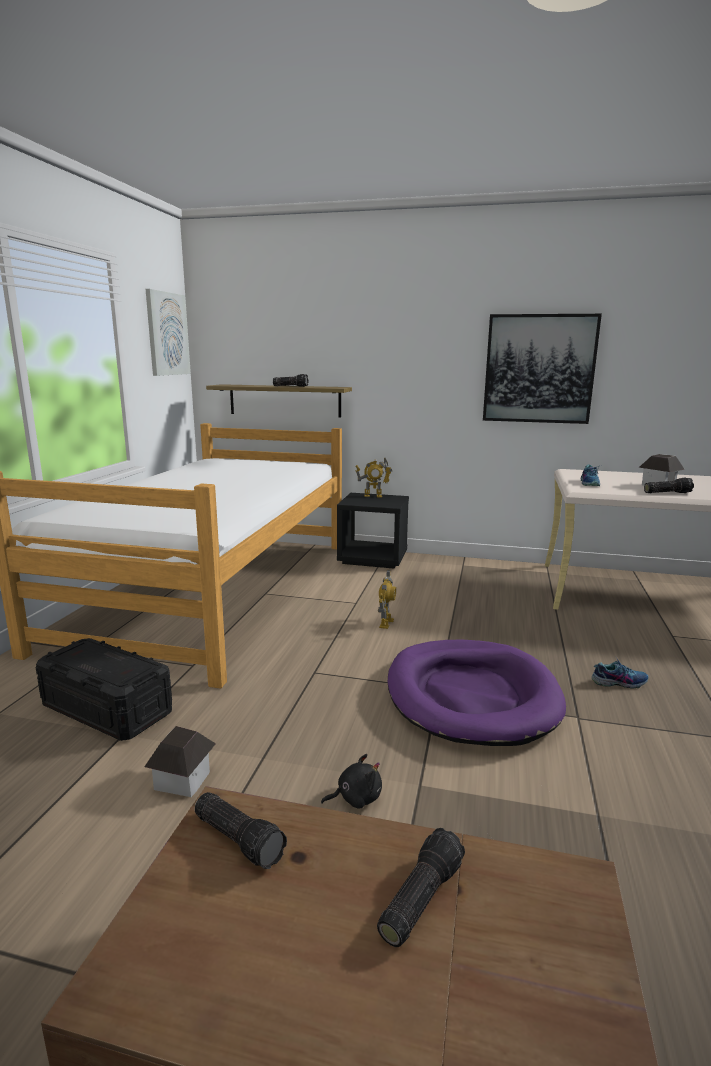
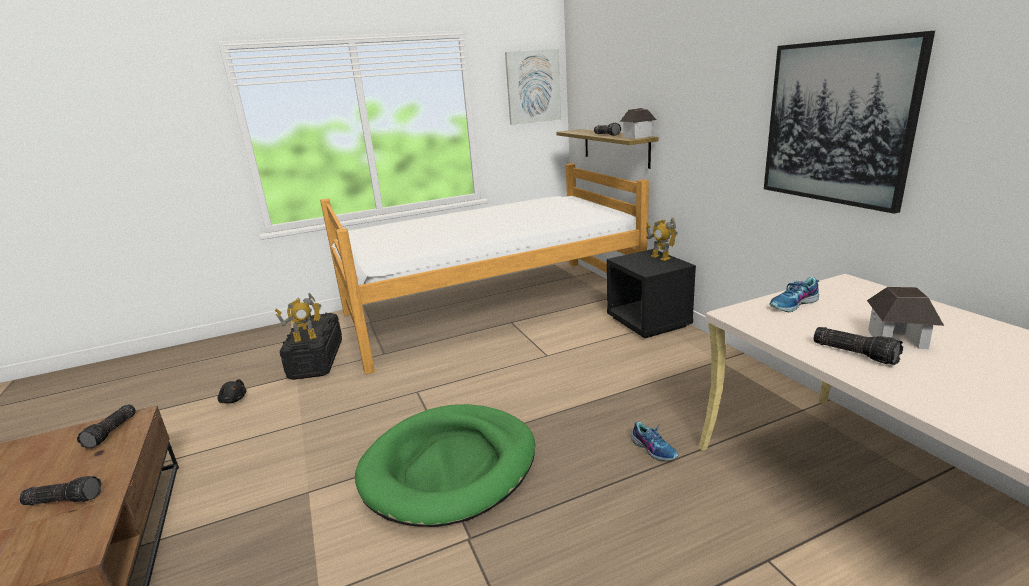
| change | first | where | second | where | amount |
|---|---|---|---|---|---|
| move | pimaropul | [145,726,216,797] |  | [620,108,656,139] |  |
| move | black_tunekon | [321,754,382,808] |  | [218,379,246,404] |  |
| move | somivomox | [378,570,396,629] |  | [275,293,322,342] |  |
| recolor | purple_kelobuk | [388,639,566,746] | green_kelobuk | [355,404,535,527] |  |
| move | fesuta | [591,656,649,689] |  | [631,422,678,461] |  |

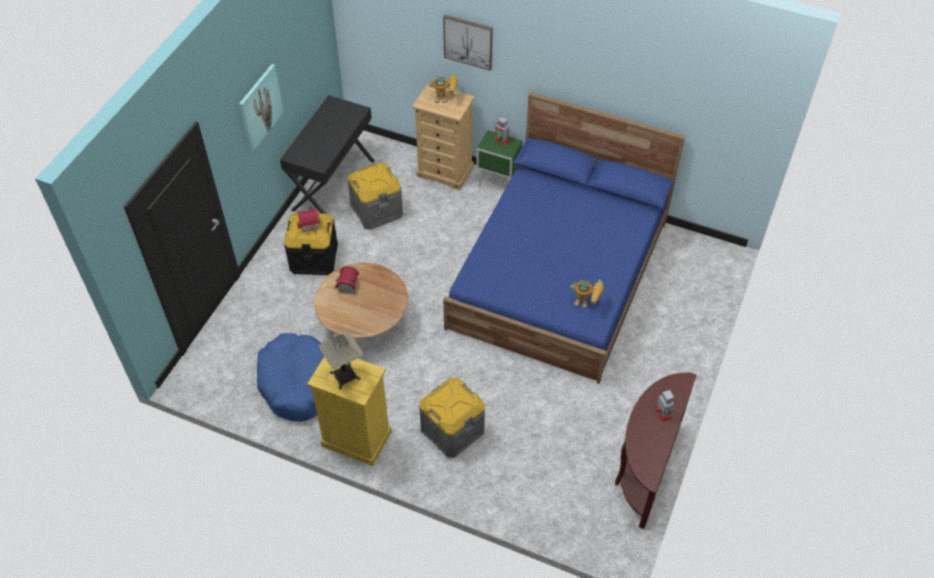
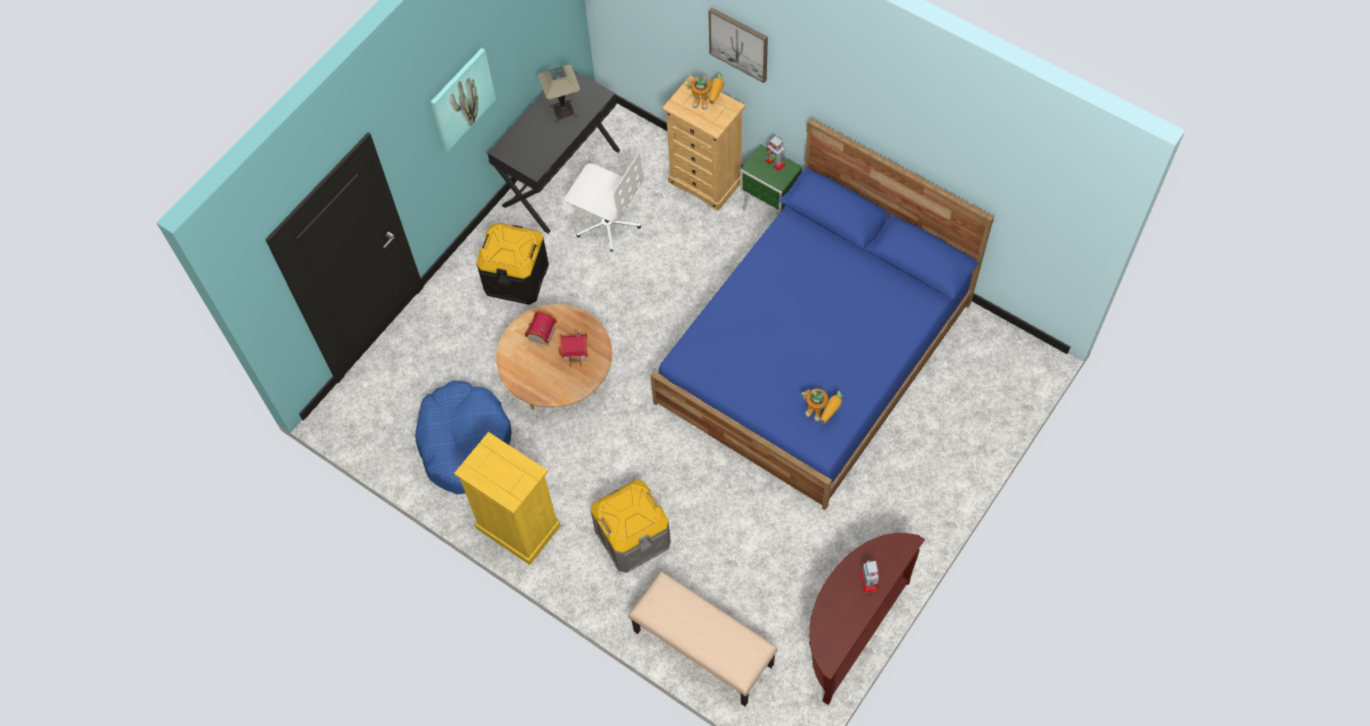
| change | first | where | second | where | amount |
|---|---|---|---|---|---|
| move | pimaropul | [297,206,320,235] |  | [559,332,588,367] |  |
| move | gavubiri | [318,331,363,389] |  | [538,65,580,124] |  |
| replace | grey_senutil | [347,163,403,230] | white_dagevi | [565,154,644,252] |  |
| insert |  |  | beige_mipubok | [628,571,778,706] |  |

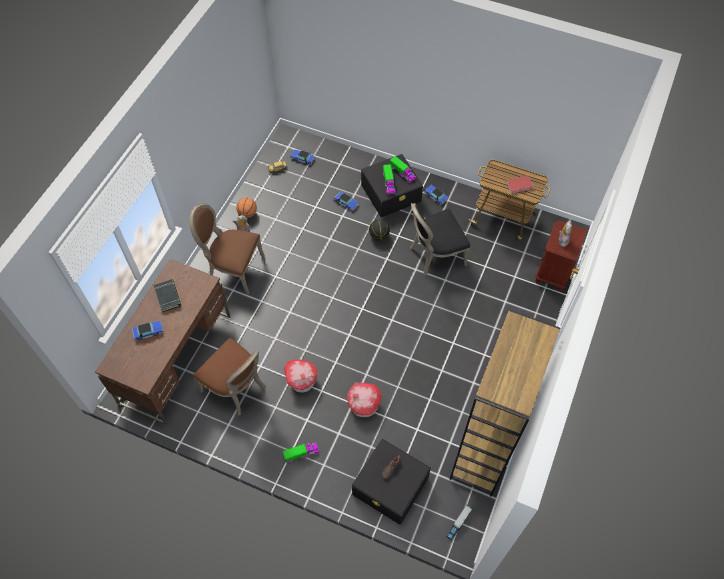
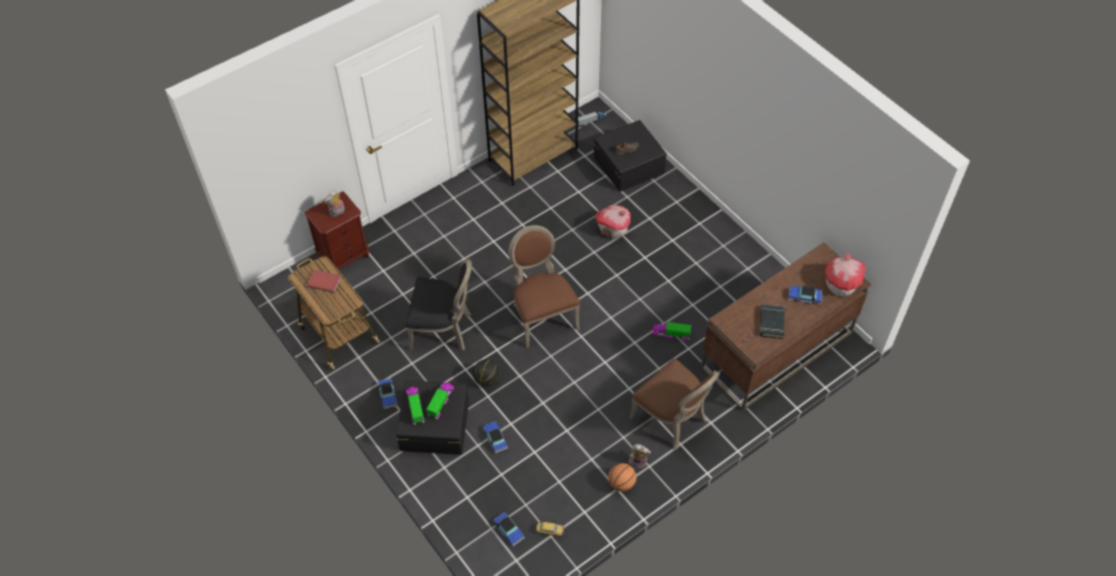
| change | first | where | second | where | amount |
|---|---|---|---|---|---|
| move | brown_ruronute | [193,338,266,416] |  | [508,225,580,348] |  |
| move | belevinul | [282,442,319,463] |  | [653,322,692,340] |  |
| move | pimaropul | [284,360,317,393] |  | [825,253,866,296] |  |

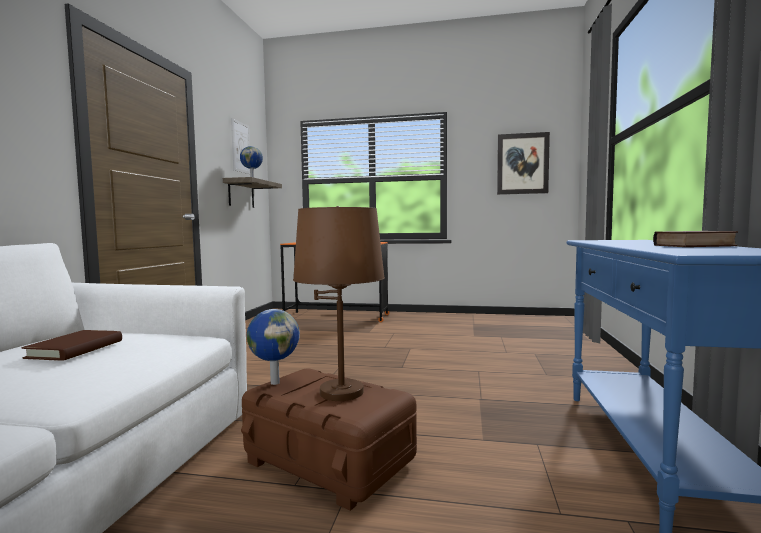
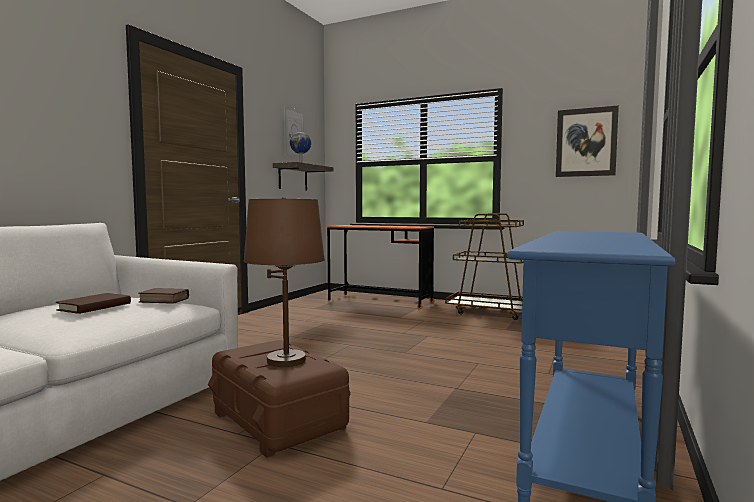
| change | first | where | second | where | amount |
|---|---|---|---|---|---|
| delete | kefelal | [247,309,300,385] |  |  |  |
| move | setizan | [653,231,738,247] |  | [138,288,189,304] |  |
| insert |  |  | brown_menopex | [445,213,524,320] |  |

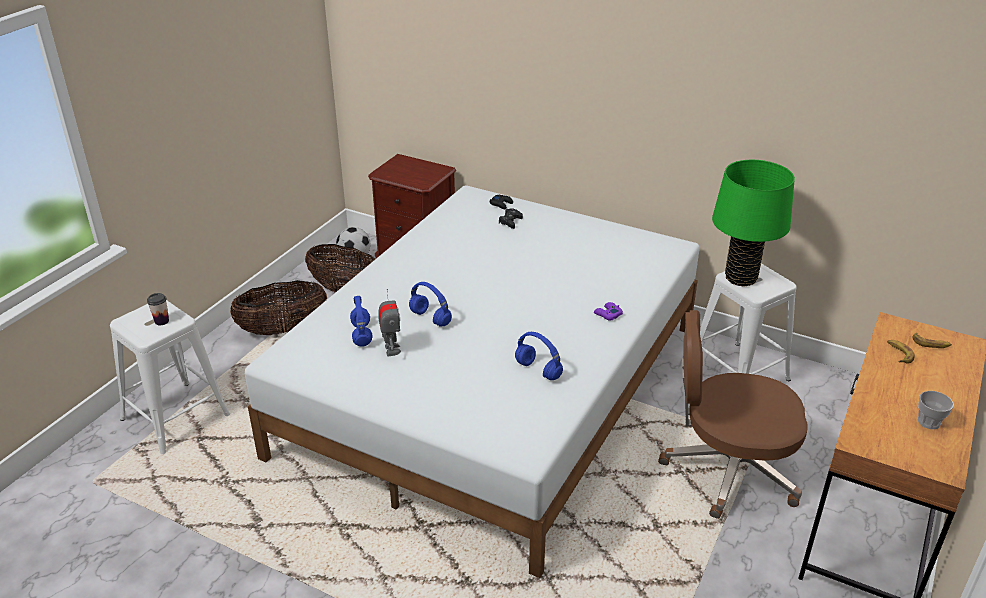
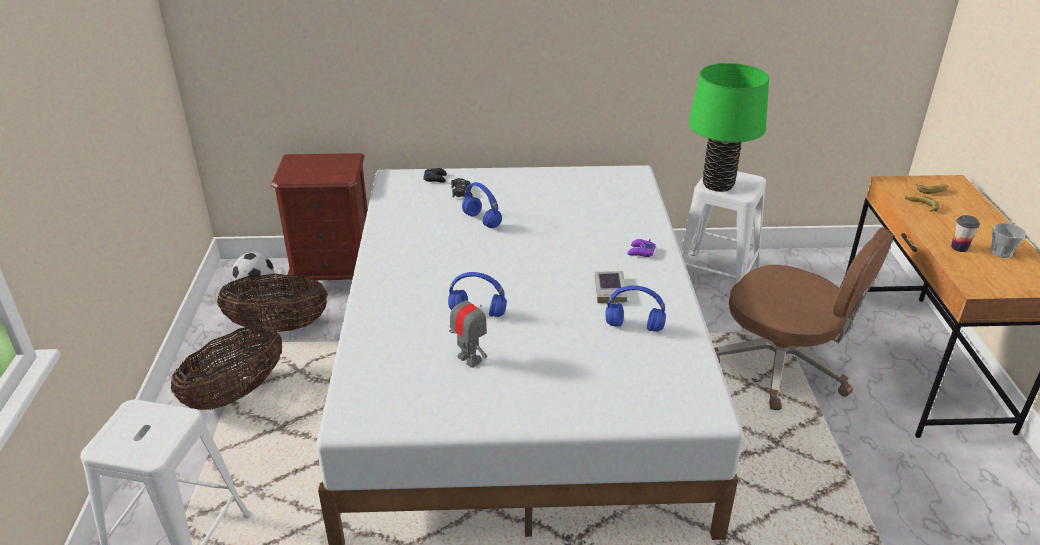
| change | first | where | second | where | amount |
|---|---|---|---|---|---|
| move | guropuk | [147,293,169,325] |  | [951,215,980,252] |  |
| move | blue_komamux | [350,296,373,347] |  | [462,182,502,228] |  |
| rotate | brown_dagevi | [658,310,808,519] |  | [714,227,893,410] | 120 degrees counterclockwise |
| insert |  |  | setizan | [595,271,627,303] |  |

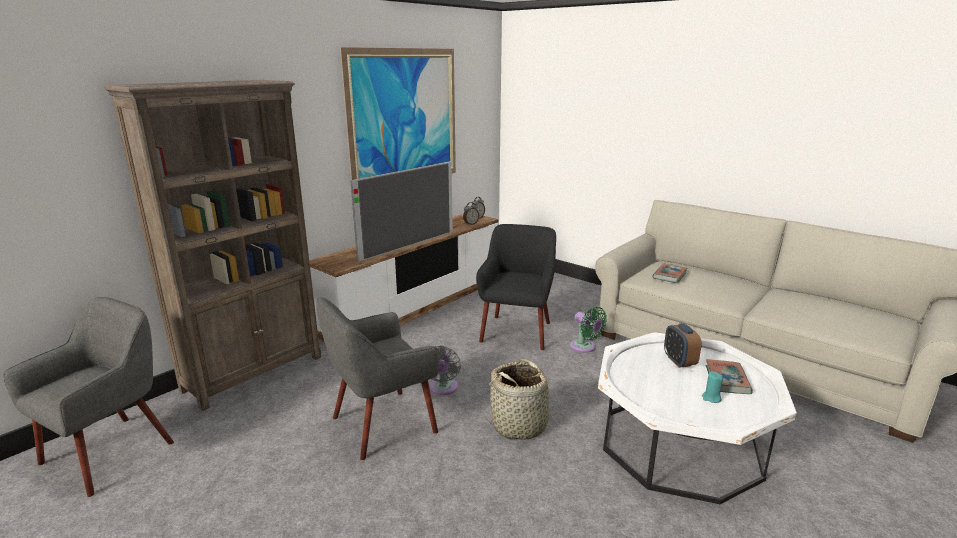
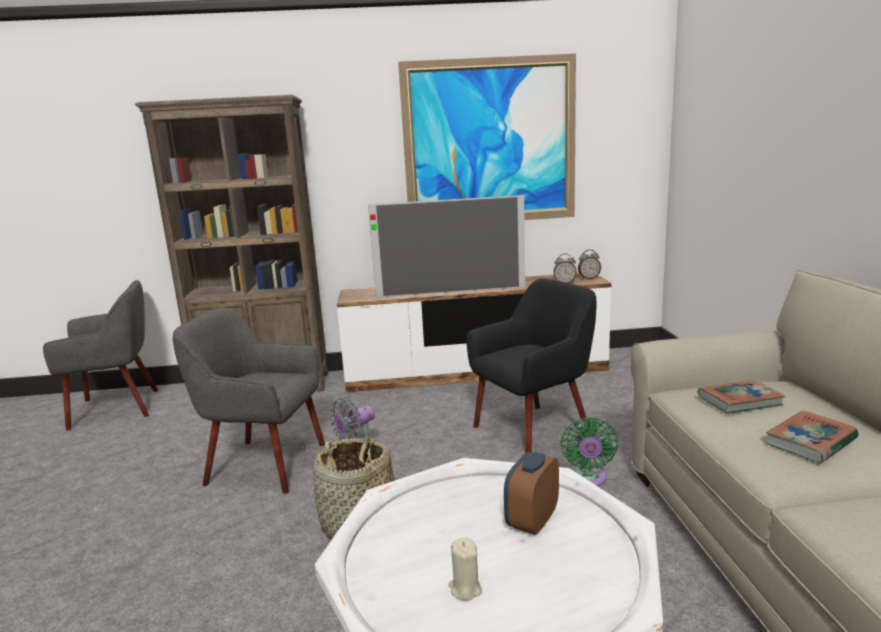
| change | first | where | second | where | amount |
|---|---|---|---|---|---|
| recolor | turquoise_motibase | [702,371,723,403] | beige_motibase | [448,537,482,601] |  |
| move | setizan | [706,359,753,394] |  | [766,411,859,463] |  |

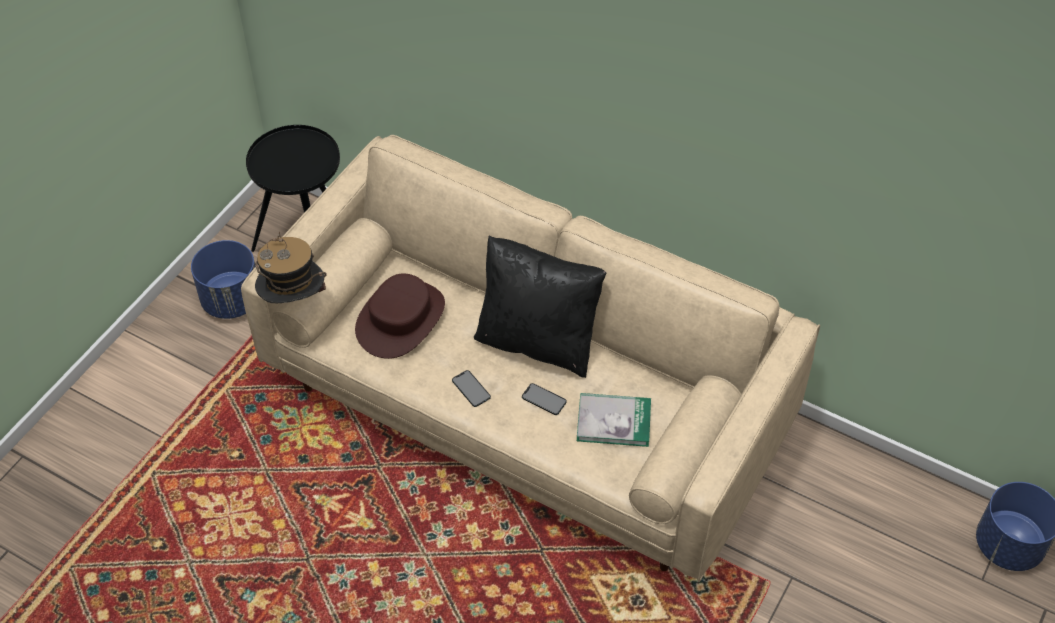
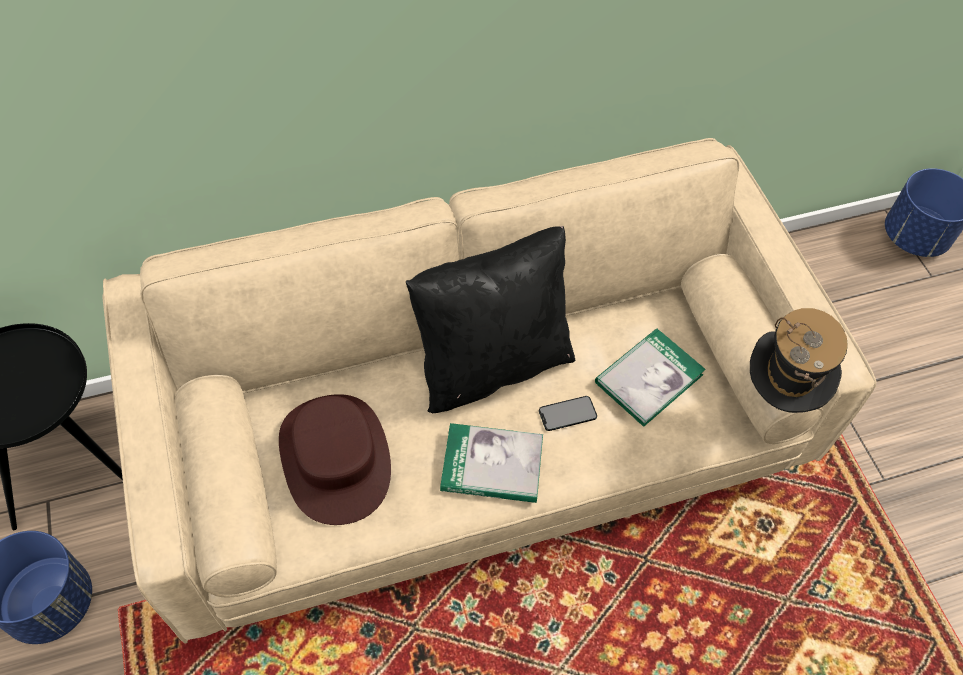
| change | first | where | second | where | amount |
|---|---|---|---|---|---|
| move | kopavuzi | [255,231,327,303] |  | [750,308,847,413] |  |
| replace | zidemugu | [452,370,491,407] | setizan | [440,423,543,503] |  |

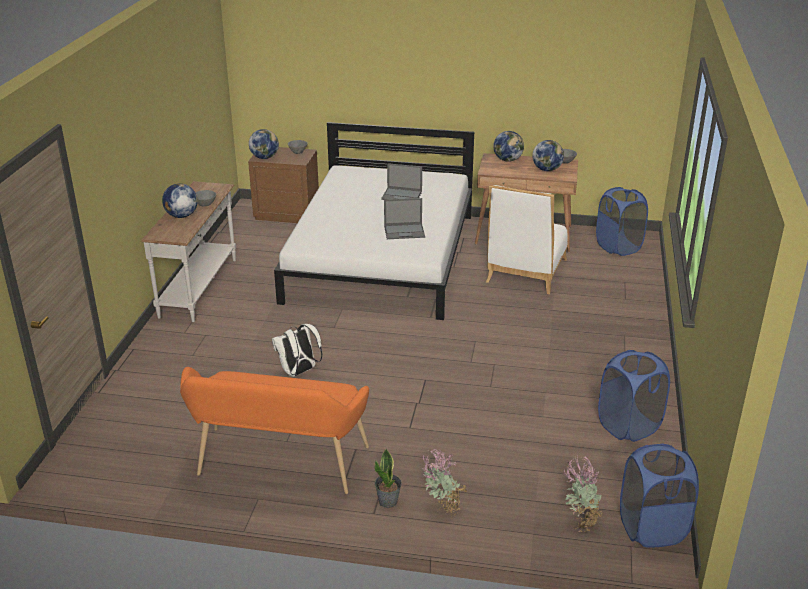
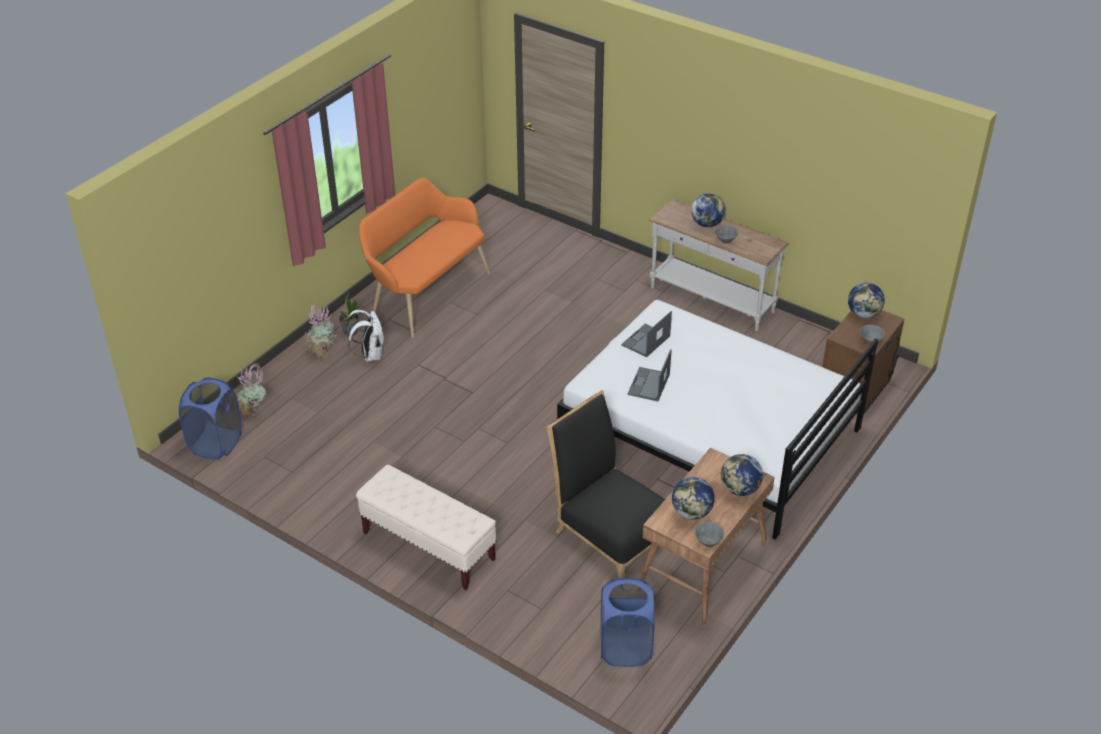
| change | first | where | second | where | amount |
|---|---|---|---|---|---|
| move | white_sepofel | [272,324,323,377] |  | [345,310,384,362] |  |
| move | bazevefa | [381,163,422,200] |  | [621,311,672,357] |  |
| recolor | white_ruronute | [486,185,568,294] | black_ruronute | [547,390,665,578] |  |
| delete | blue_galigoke | [598,350,670,442] |  |  |  |
| insert |  |  | beige_mipubok | [356,465,496,590] |  |

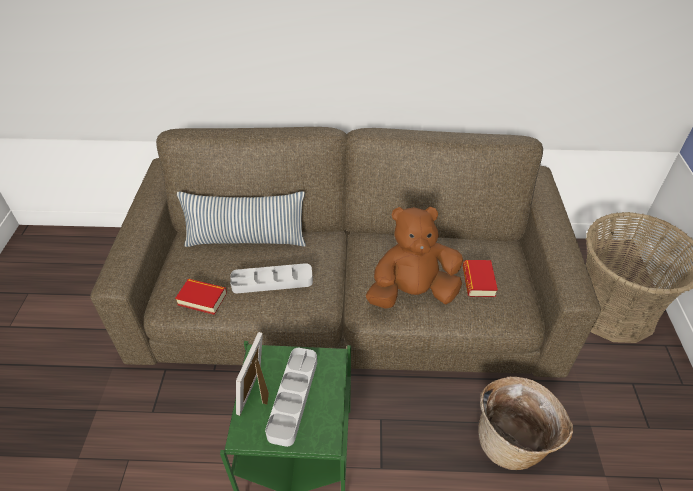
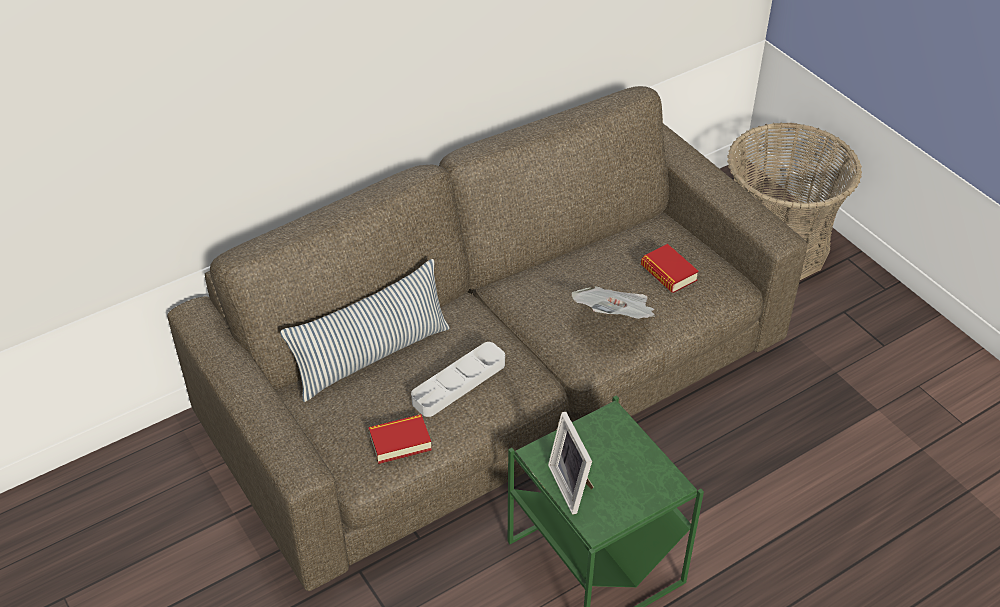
| change | first | where | second | where | amount |
|---|---|---|---|---|---|
| delete | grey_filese | [265,347,317,447] |  |  |  |
| replace | brown_tunekon | [366,207,463,309] | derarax | [572,286,655,319] |  |
| delete | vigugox | [478,377,573,470] |  |  |  |

